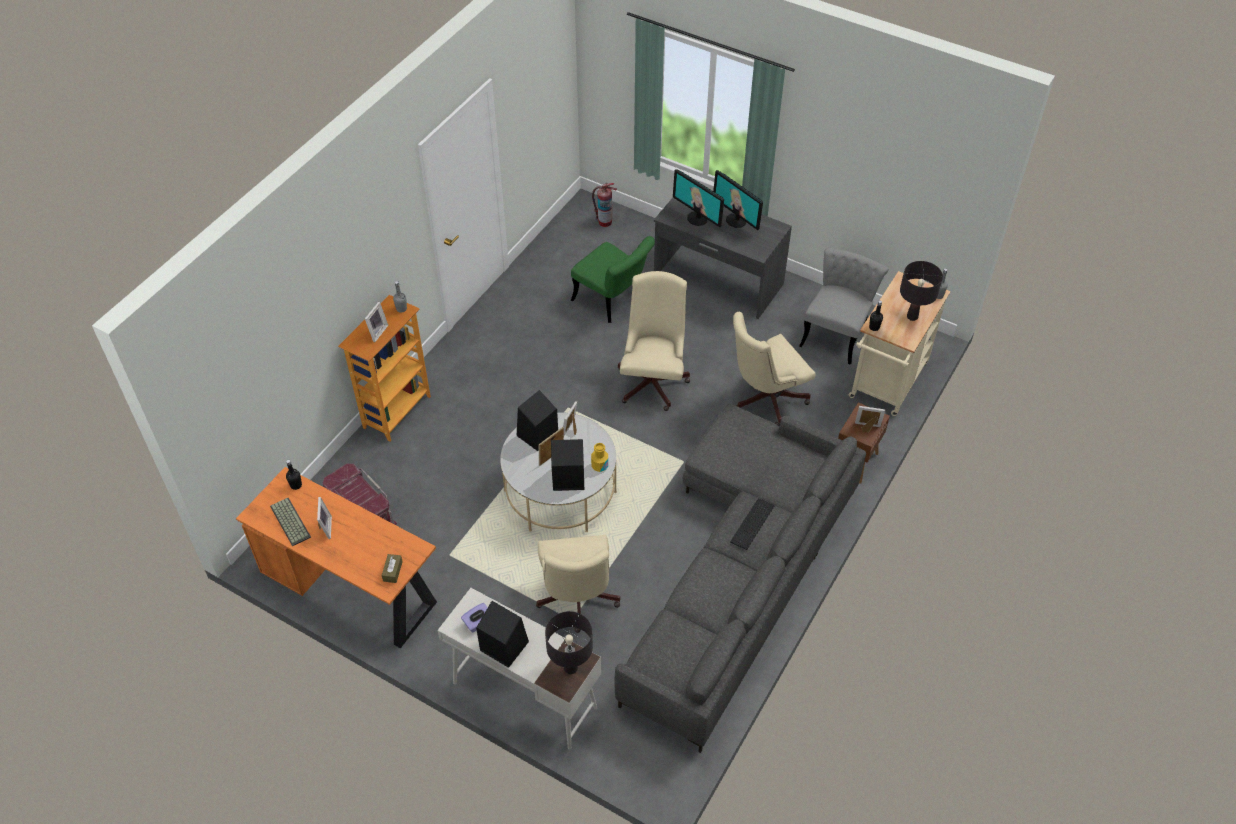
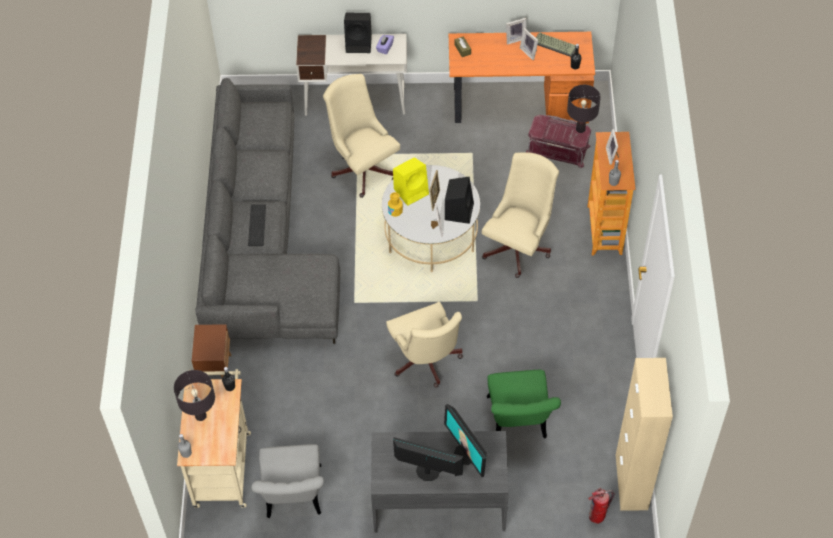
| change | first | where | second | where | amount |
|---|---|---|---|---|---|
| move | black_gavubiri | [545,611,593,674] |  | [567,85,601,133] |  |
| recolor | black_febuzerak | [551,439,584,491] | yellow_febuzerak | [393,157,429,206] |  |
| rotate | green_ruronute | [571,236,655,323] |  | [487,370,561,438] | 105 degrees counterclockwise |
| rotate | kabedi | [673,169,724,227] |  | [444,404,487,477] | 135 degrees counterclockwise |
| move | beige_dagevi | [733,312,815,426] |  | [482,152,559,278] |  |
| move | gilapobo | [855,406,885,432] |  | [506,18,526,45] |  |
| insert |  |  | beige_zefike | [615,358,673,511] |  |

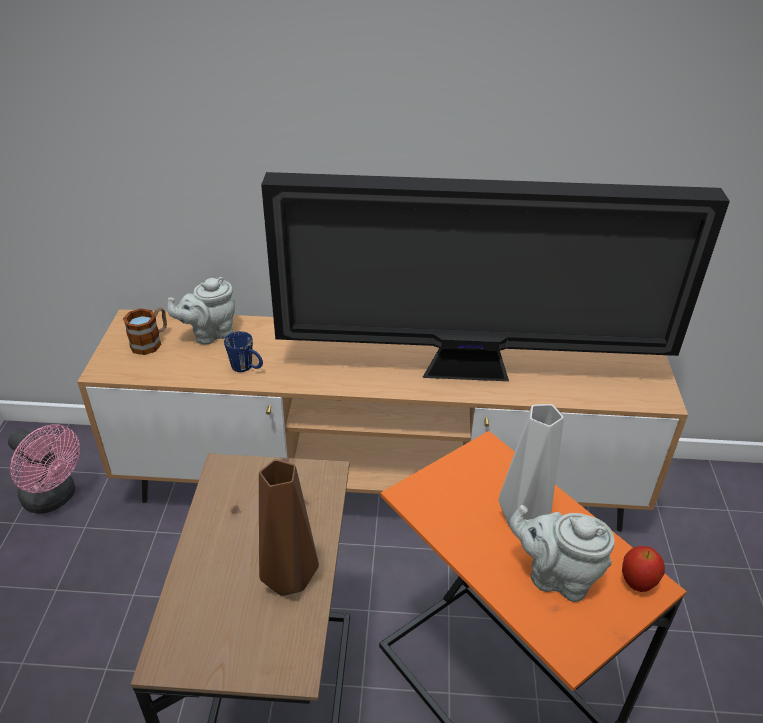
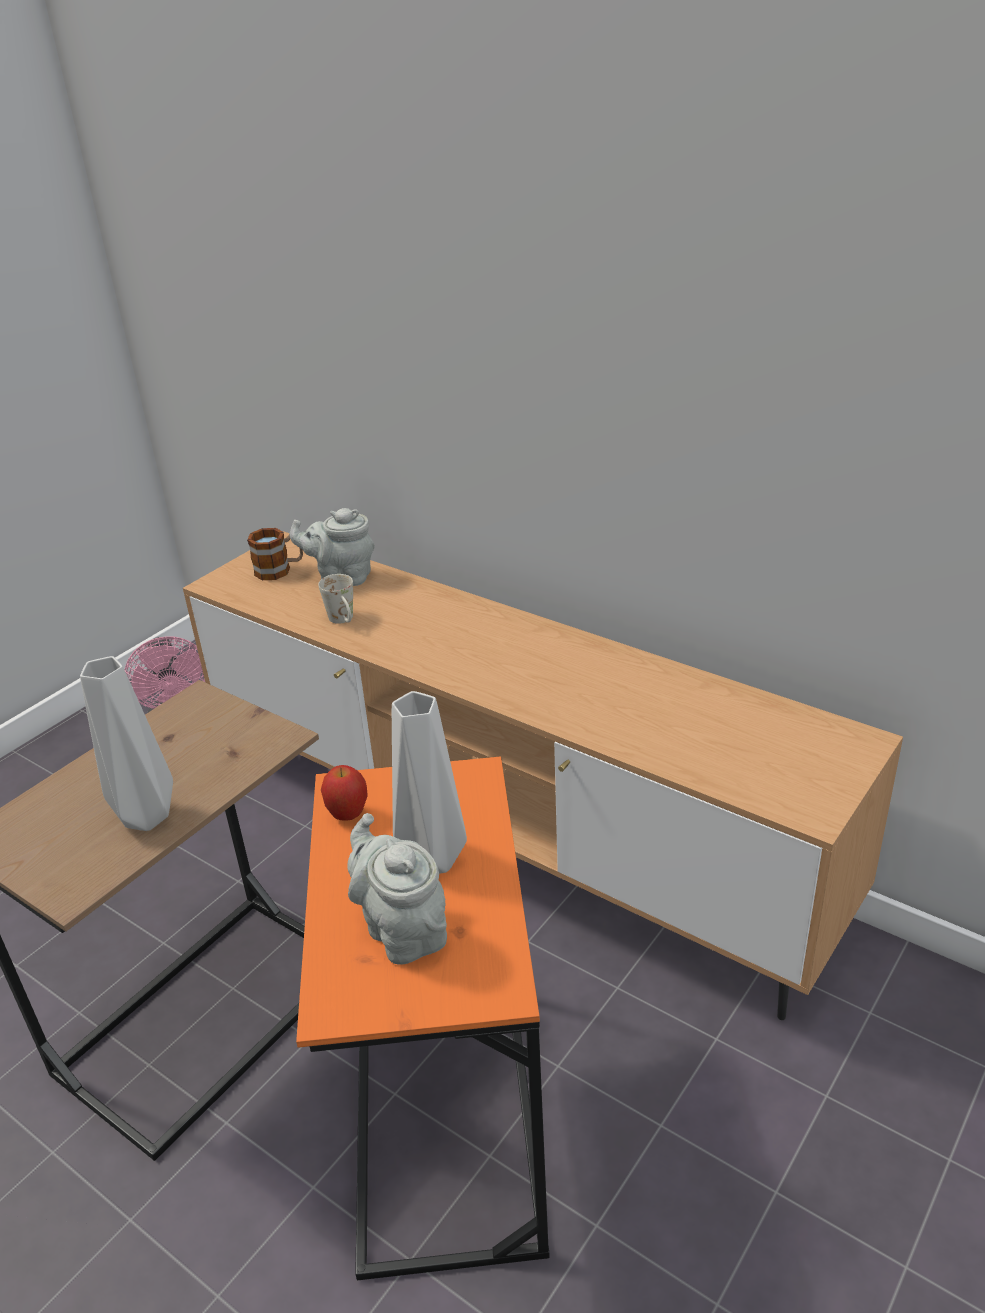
| change | first | where | second | where | amount |
|---|---|---|---|---|---|
| recolor | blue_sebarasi | [224,331,263,372] | white_sebarasi | [318,574,353,624] |  |
| recolor | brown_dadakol | [259,459,319,596] | grey_dadakol | [80,656,173,831] |  |
| delete | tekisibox | [261,172,730,381] |  |  |  |
| move | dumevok | [622,546,665,592] |  | [321,765,368,821] |  |

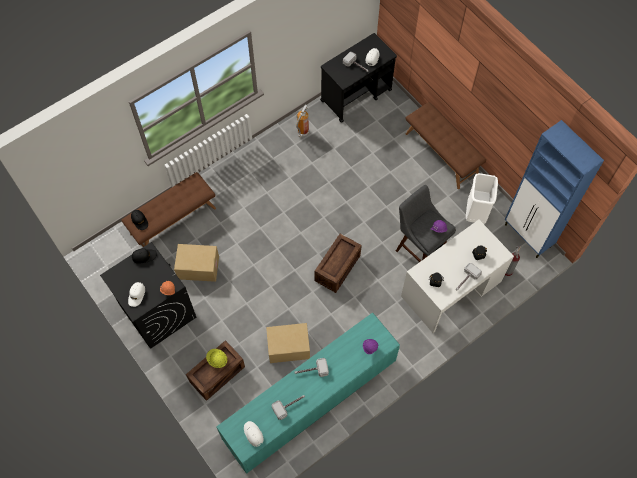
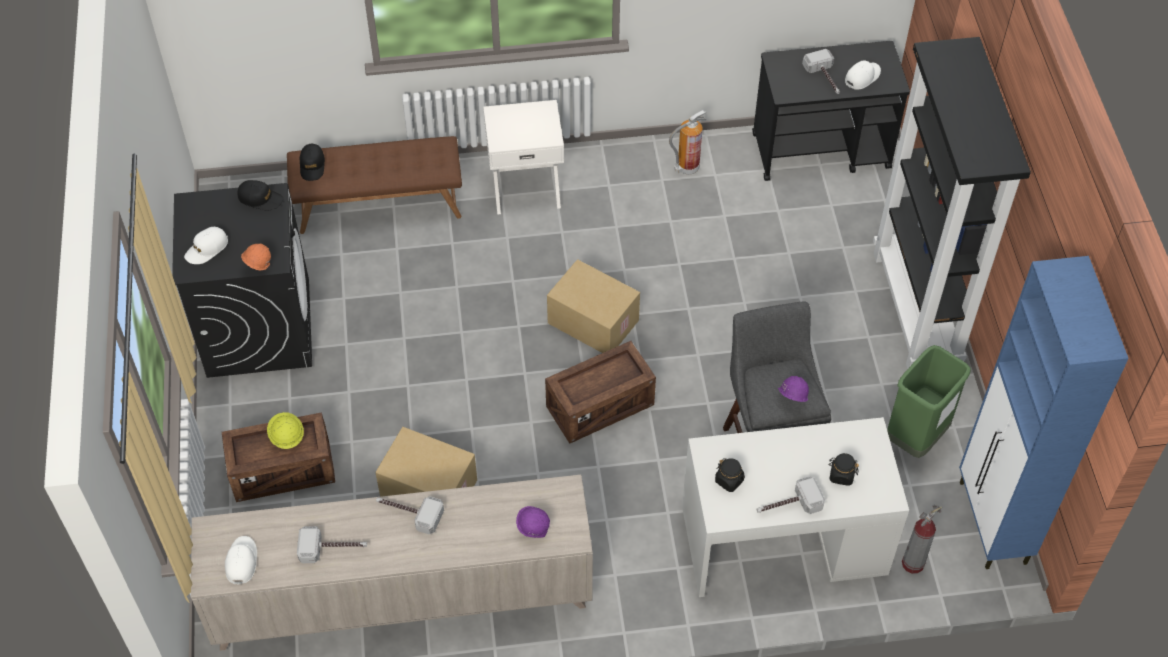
| change | first | where | second | where | amount |
|---|---|---|---|---|---|
| move | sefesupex | [174,244,219,282] |  | [547,259,640,353] |  |
| recolor | turquoise_zefike | [216,312,400,474] | beige_zefike | [191,475,593,651] |  |
| replace | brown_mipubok | [406,102,486,189] | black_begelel | [873,37,1031,369] |  |
| recolor | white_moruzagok | [466,173,498,224] | green_moruzagok | [887,345,971,458] |  |
| insert |  |  | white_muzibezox | [483,100,564,215] |  |

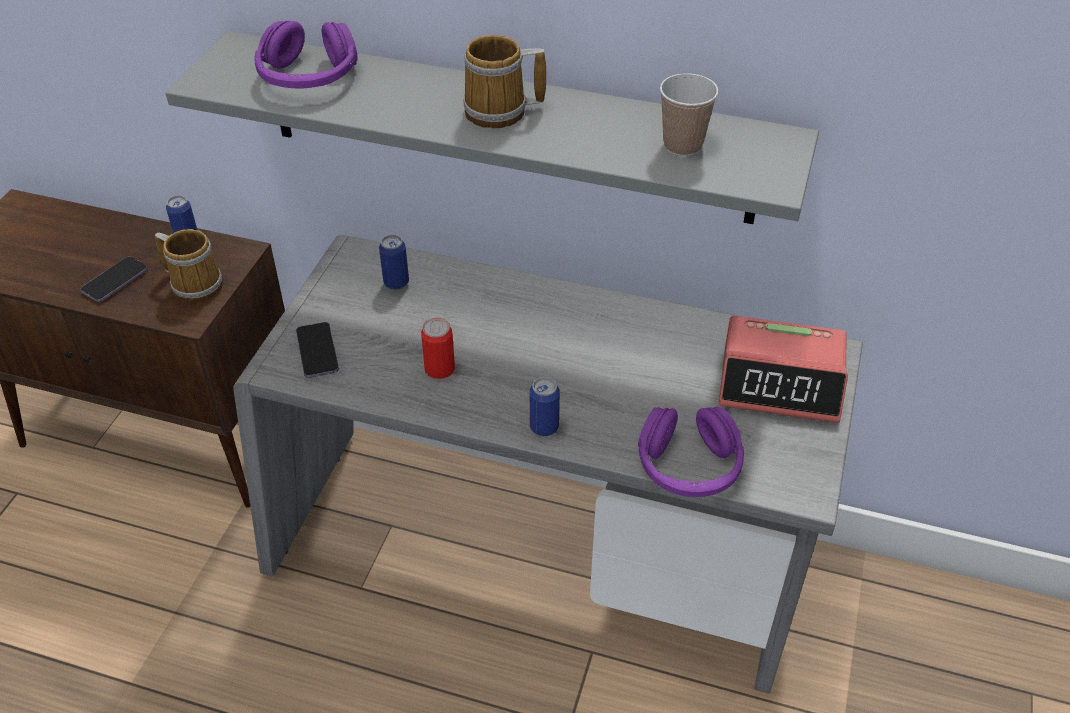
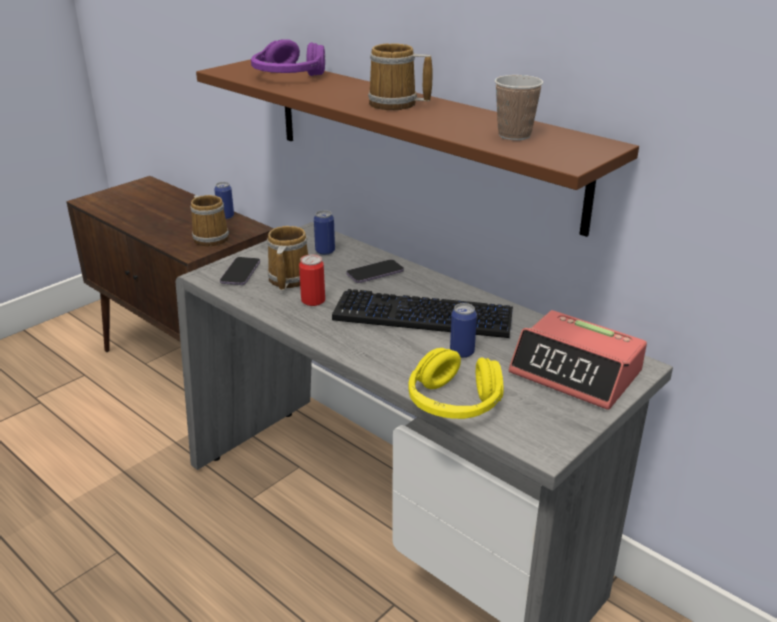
| change | first | where | second | where | amount |
|---|---|---|---|---|---|
| move | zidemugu | [80,256,148,302] |  | [346,259,404,283] |  |
| recolor | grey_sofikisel | [166,31,819,224] | brown_sofikisel | [196,59,639,237] |  |
| move | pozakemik | [530,377,560,436] |  | [450,303,477,358] |  |
| recolor | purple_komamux | [638,407,744,497] | yellow_komamux | [409,348,503,419] |  |
| insert |  |  | sebarasi | [267,226,308,290] |  |
| insert |  |  | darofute | [332,289,513,338] |  |

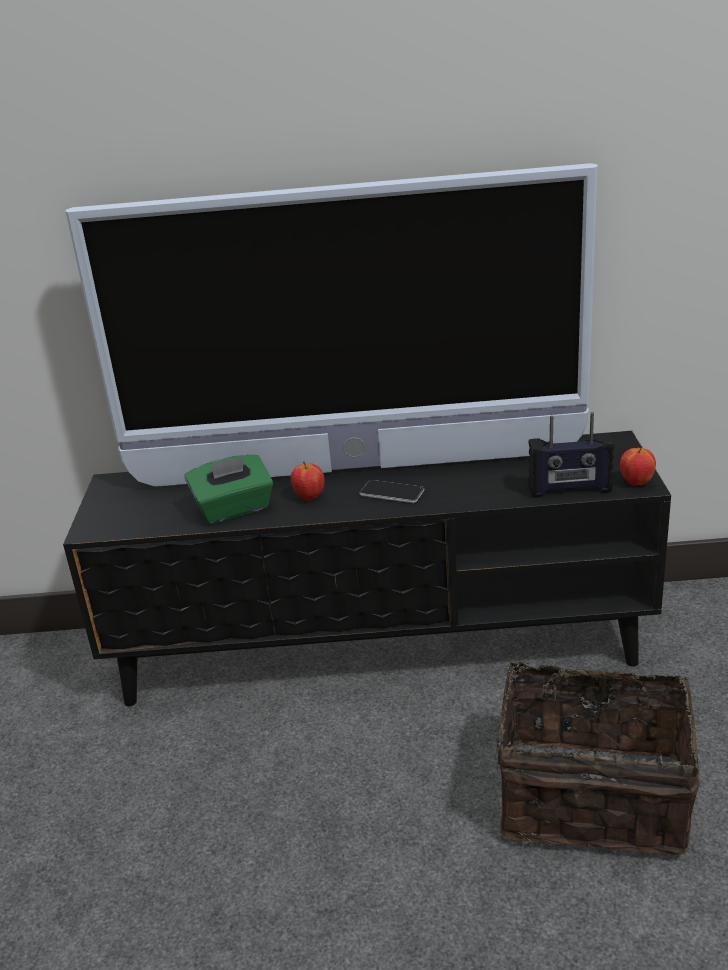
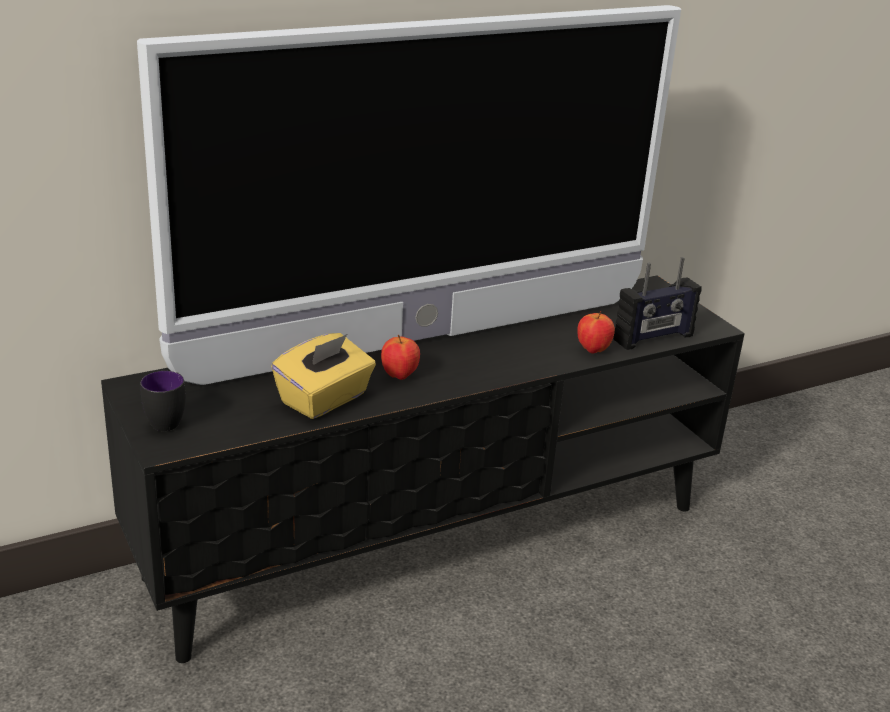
| change | first | where | second | where | amount |
|---|---|---|---|---|---|
| recolor | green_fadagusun | [185,455,273,524] | yellow_fadagusun | [271,333,376,419] |  |
| delete | zidemugu | [360,480,424,503] |  |  |  |
| delete | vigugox | [496,645,700,855] |  |  |  |
| move | dumevok | [620,446,656,486] |  | [577,311,615,354] |  |
| insert |  |  | sebarasi | [140,371,186,431] |  |

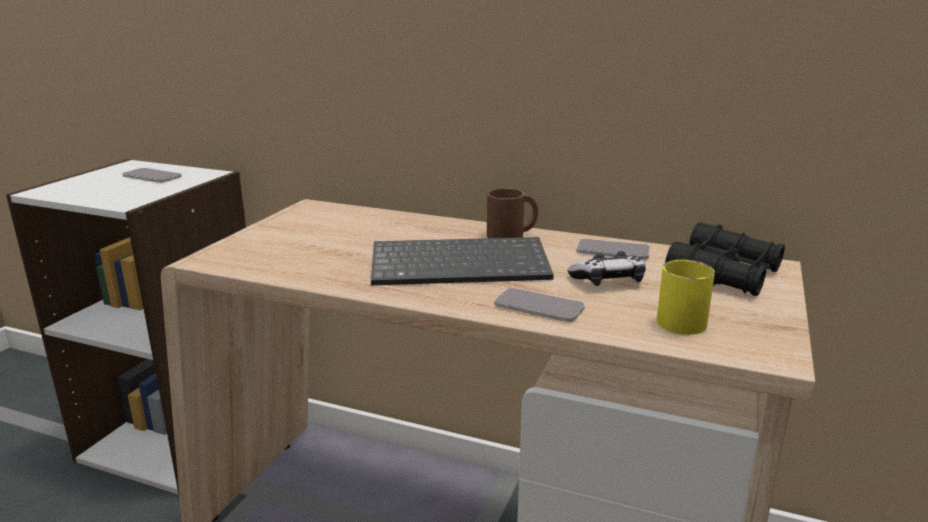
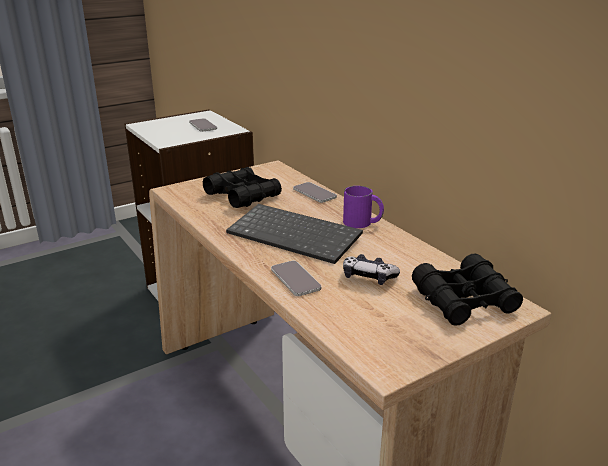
| change | first | where | second | where | amount |
|---|---|---|---|---|---|
| recolor | brown_sebarasi | [487,188,538,238] | purple_sebarasi | [343,186,384,228] |  |
| move | zidemugu | [576,238,650,260] |  | [293,182,337,203] |  |
| delete | yellow_sebarasi | [657,260,715,335] |  |  |  |
| insert |  |  | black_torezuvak | [203,167,282,208] |  |

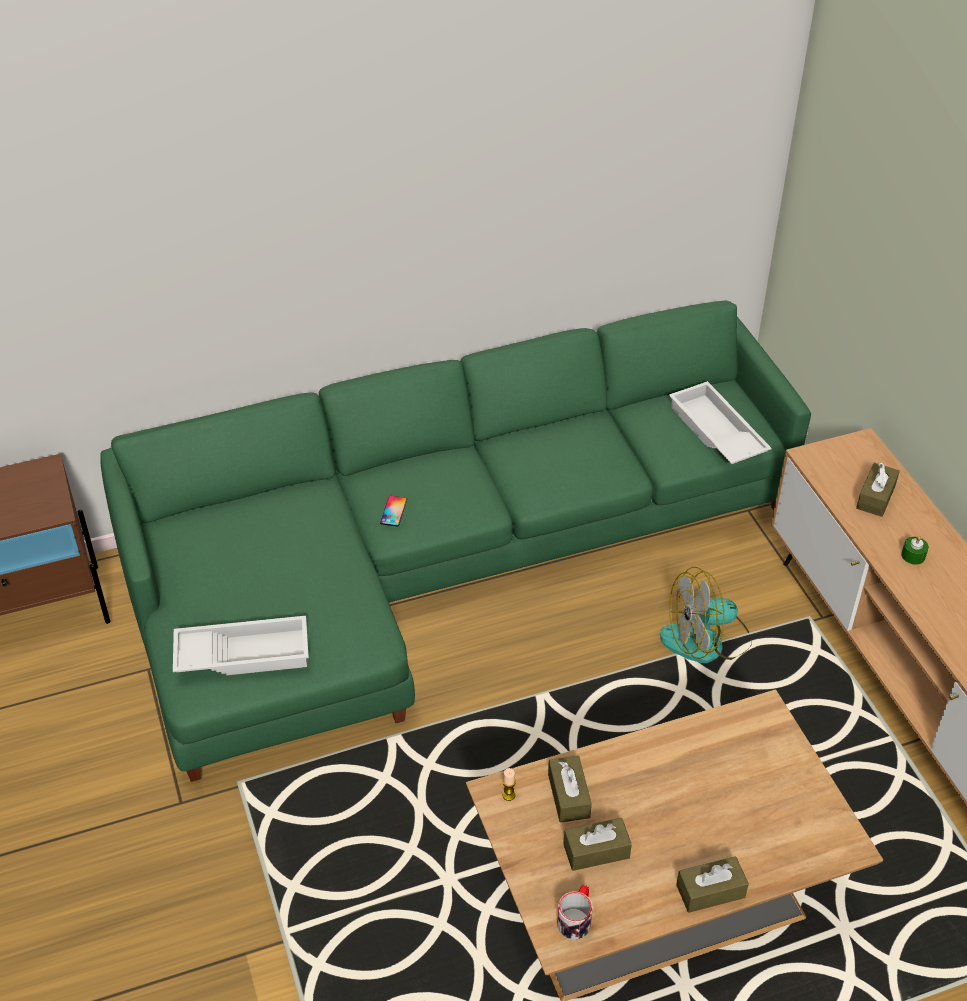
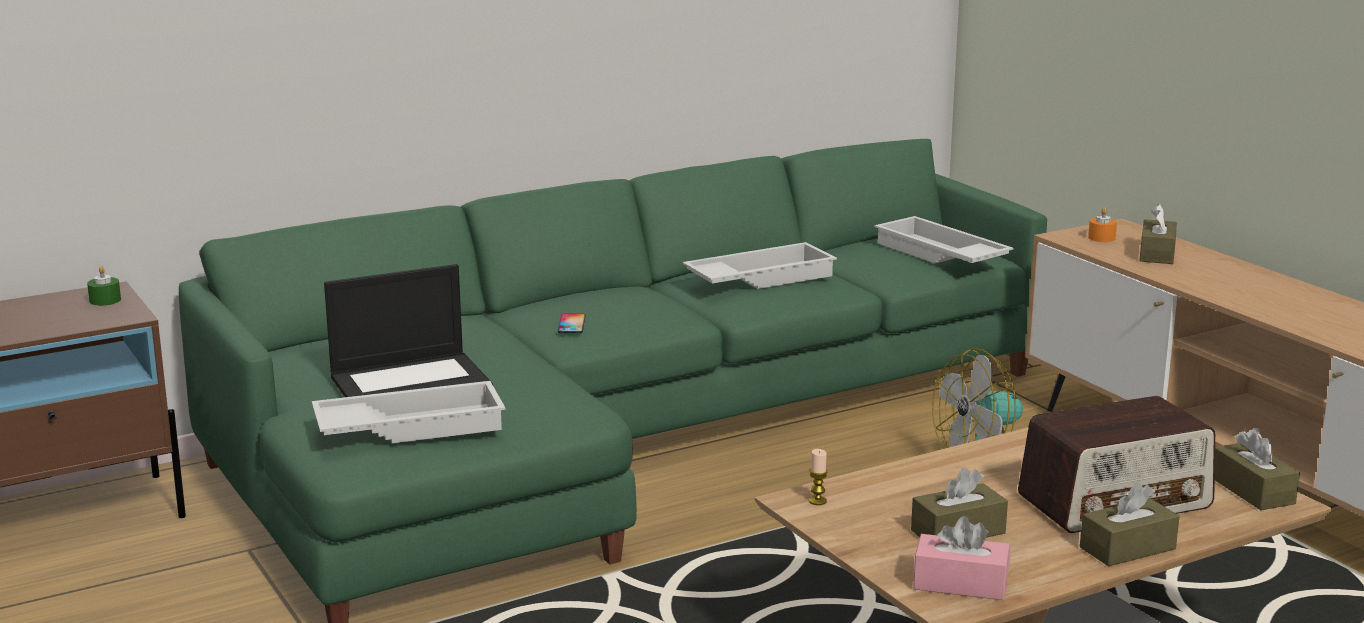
| change | first | where | second | where | amount |
|---|---|---|---|---|---|
| move | brown_fadagusun | [548,756,592,823] |  | [1215,428,1300,510] |  |
| replace | sebarasi | [557,885,593,939] | pink_fadagusun | [913,516,1010,600] |  |
| move | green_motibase | [901,536,929,565] |  | [87,266,121,306] |  |
| insert |  |  | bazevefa | [324,264,493,397] |  |
| insert |  |  | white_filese | [683,242,837,289] |  |
| insert |  |  | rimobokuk | [1018,396,1215,533] |  |
| insert |  |  | orange_motibase | [1088,207,1117,242] |  |

